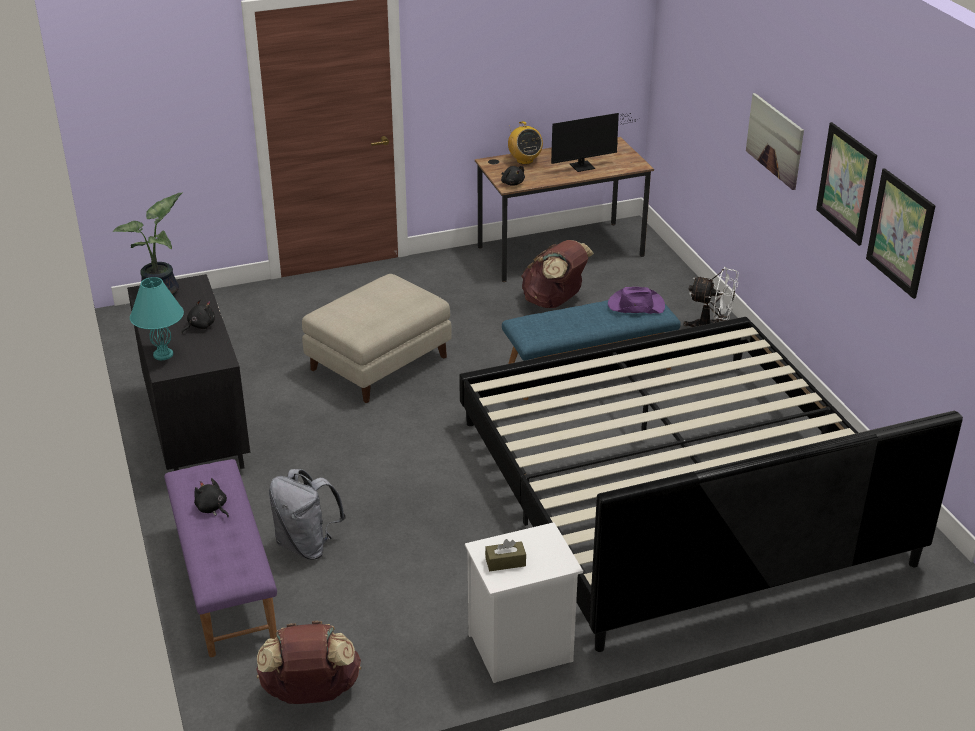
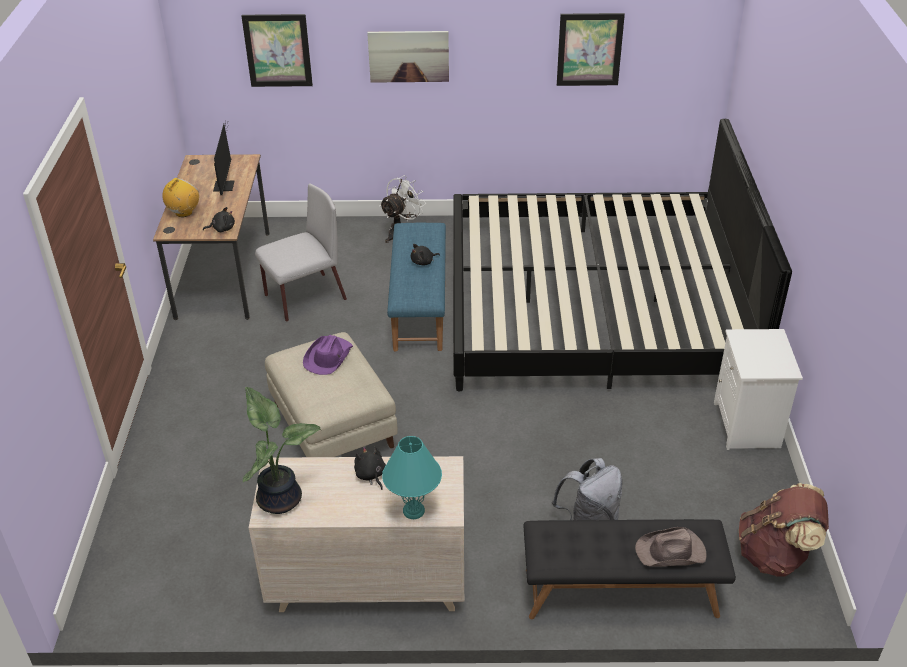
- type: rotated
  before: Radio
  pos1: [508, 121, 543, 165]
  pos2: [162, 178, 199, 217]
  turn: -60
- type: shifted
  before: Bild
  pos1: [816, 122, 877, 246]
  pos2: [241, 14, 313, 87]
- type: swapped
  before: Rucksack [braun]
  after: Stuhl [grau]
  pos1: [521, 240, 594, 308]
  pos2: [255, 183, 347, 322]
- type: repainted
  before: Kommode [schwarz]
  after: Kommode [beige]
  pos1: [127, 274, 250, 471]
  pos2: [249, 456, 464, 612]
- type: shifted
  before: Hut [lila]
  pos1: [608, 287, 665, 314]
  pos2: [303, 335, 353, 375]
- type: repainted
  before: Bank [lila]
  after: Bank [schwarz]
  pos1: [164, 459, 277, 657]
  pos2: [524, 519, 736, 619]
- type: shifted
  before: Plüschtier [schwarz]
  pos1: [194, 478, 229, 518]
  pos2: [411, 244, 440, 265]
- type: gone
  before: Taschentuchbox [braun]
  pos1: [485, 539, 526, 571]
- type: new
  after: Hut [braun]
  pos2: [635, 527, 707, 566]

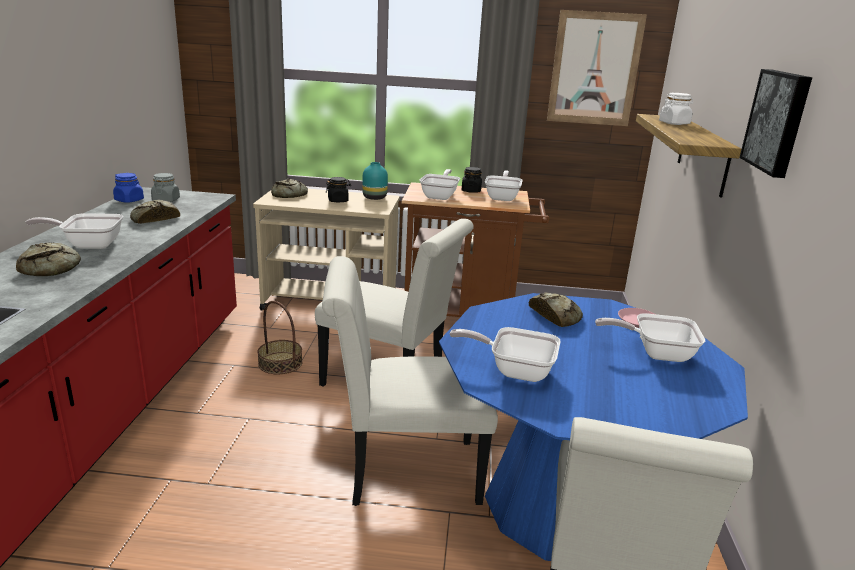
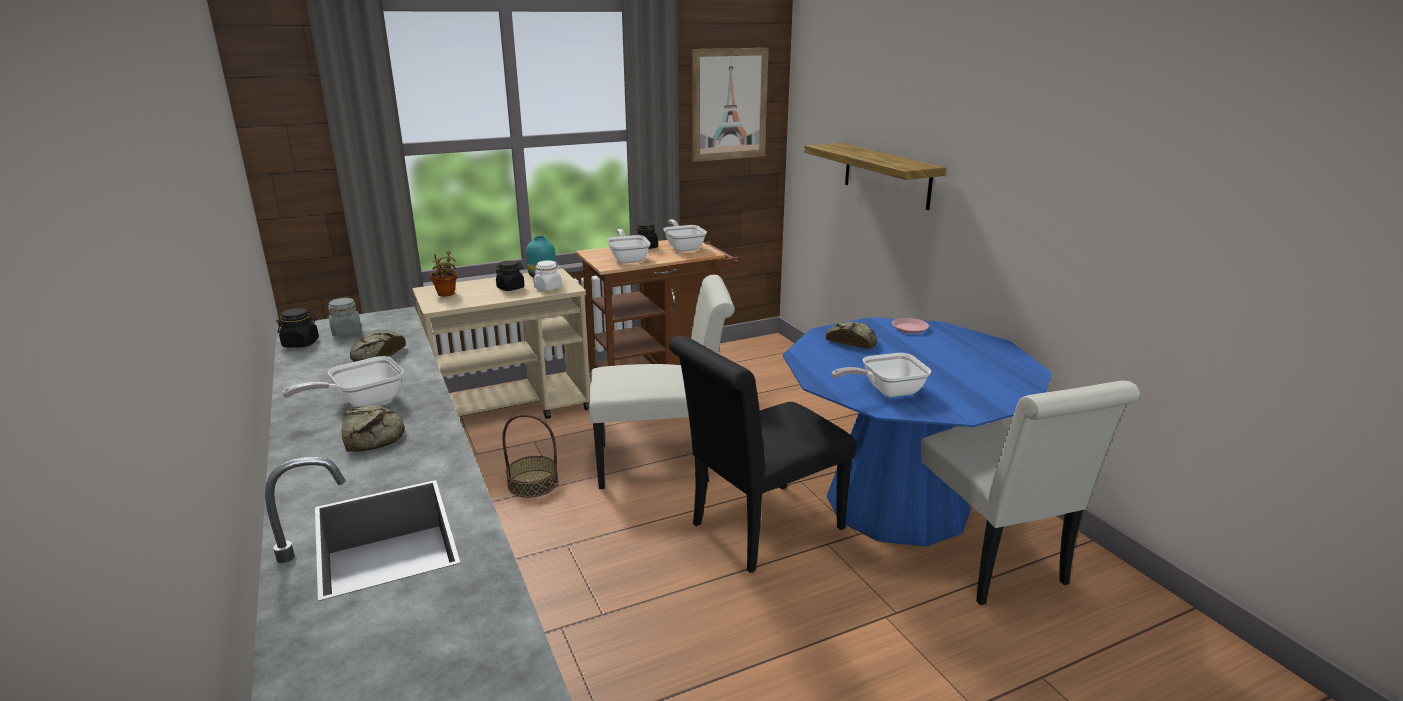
- type: gone
  before: Bild
  pos1: [740, 69, 812, 178]
- type: shifted
  before: Vorratsglas [weiß]
  pos1: [659, 93, 693, 125]
  pos2: [534, 260, 562, 291]
- type: repainted
  before: Vorratsglas [blau]
  after: Vorratsglas [schwarz]
  pos1: [113, 173, 144, 203]
  pos2: [276, 308, 319, 348]
- type: swapped
  before: Brot
  after: Topfpflanze
  pos1: [271, 178, 308, 198]
  pos2: [430, 251, 457, 297]
- type: repainted
  before: Stuhl [weiß]
  after: Stuhl [schwarz]
  pos1: [322, 256, 498, 506]
  pos2: [669, 335, 857, 573]
- type: gone
  before: Pfanne
  pos1: [595, 313, 705, 362]

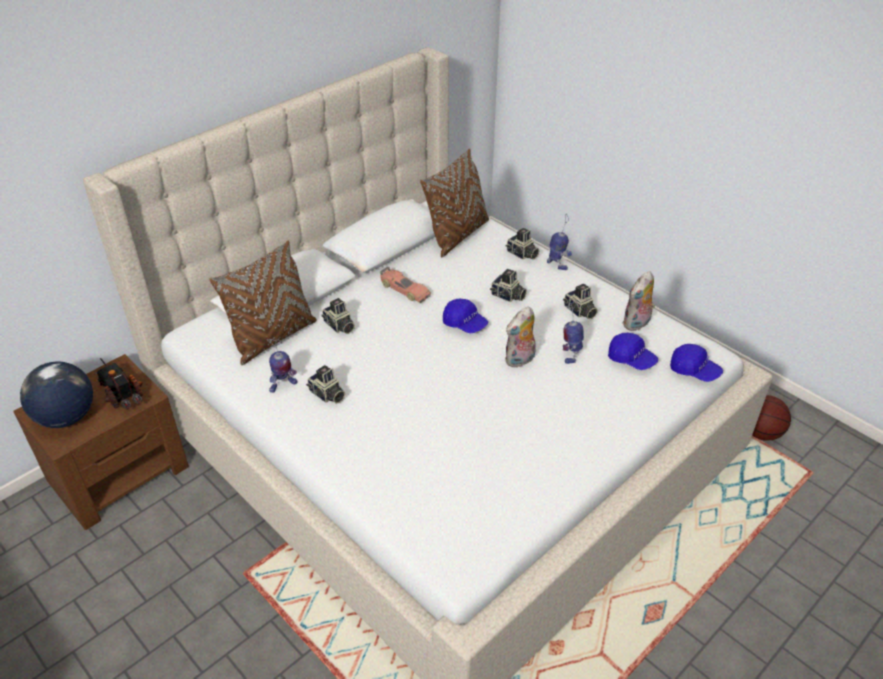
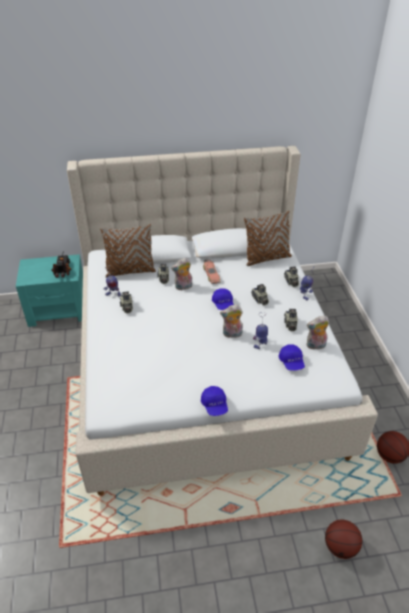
- type: shifted
  before: Kappe [blau]
  pos1: [670, 344, 723, 382]
  pos2: [201, 386, 228, 416]
- type: repainted
  before: Nachttisch [braun]
  after: Nachttisch [türkis]
  pos1: [13, 354, 189, 530]
  pos2: [16, 254, 83, 327]
- type: gone
  before: Globus
  pos1: [20, 362, 93, 428]
- type: new
  after: Plüschtier
  pos2: [171, 258, 192, 290]
- type: new
  after: Basketball
  pos2: [325, 520, 362, 559]

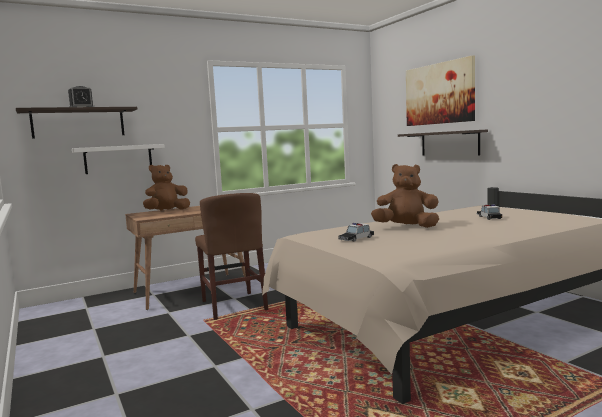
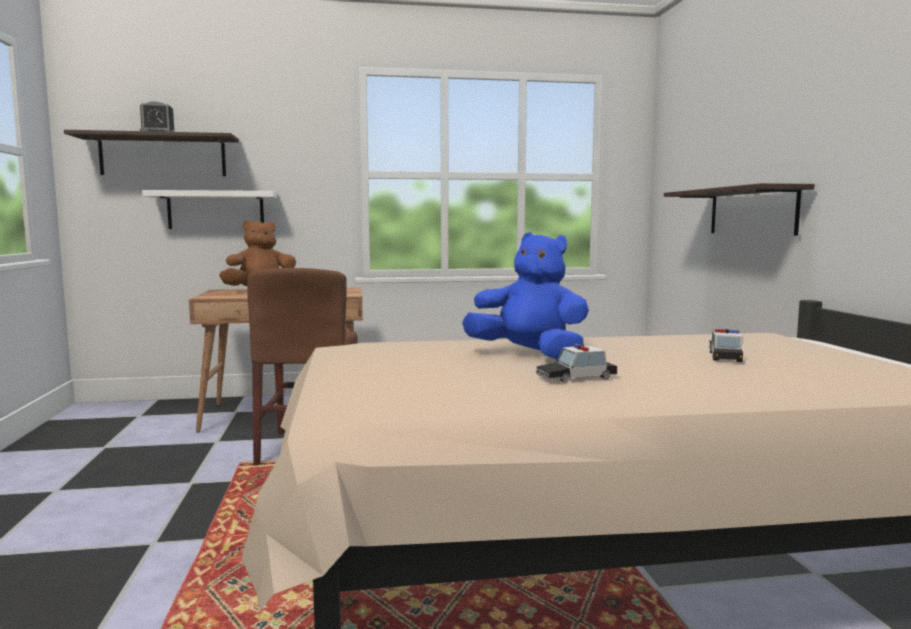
- type: gone
  before: Bild
  pos1: [406, 55, 475, 126]
- type: repainted
  before: Plüschtier [braun]
  after: Plüschtier [blau]
  pos1: [371, 164, 439, 228]
  pos2: [462, 232, 589, 359]
- type: shifted
  before: Spielzeugauto
  pos1: [338, 223, 374, 242]
  pos2: [536, 344, 617, 383]

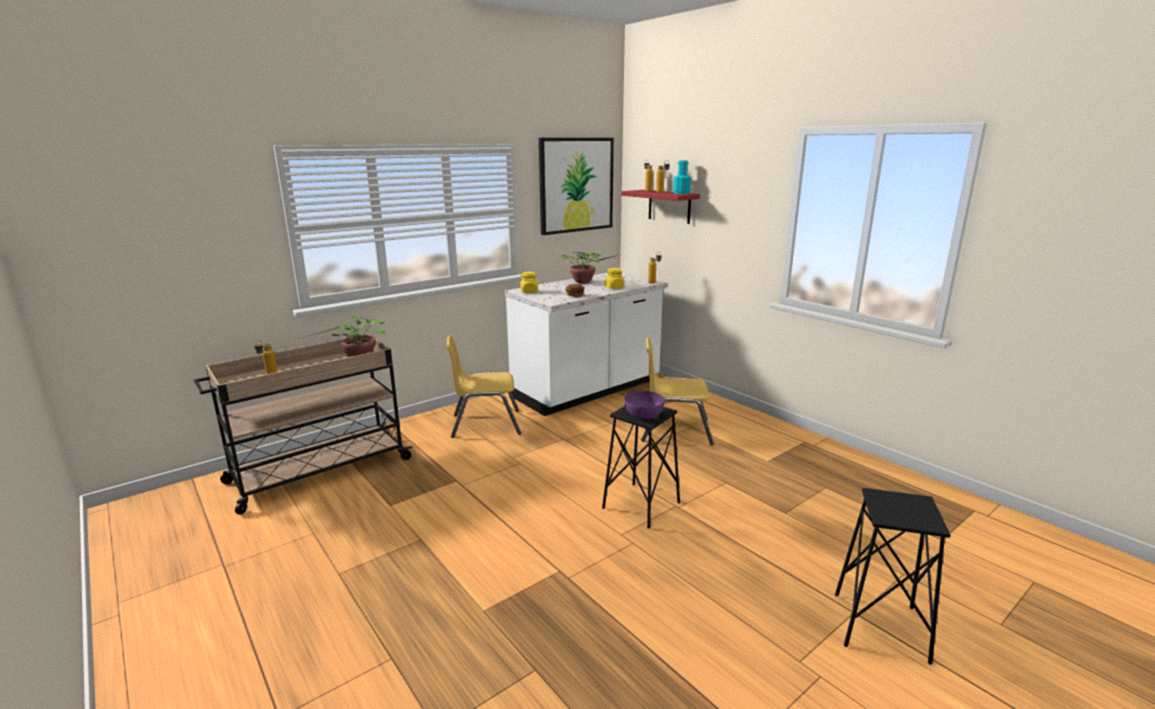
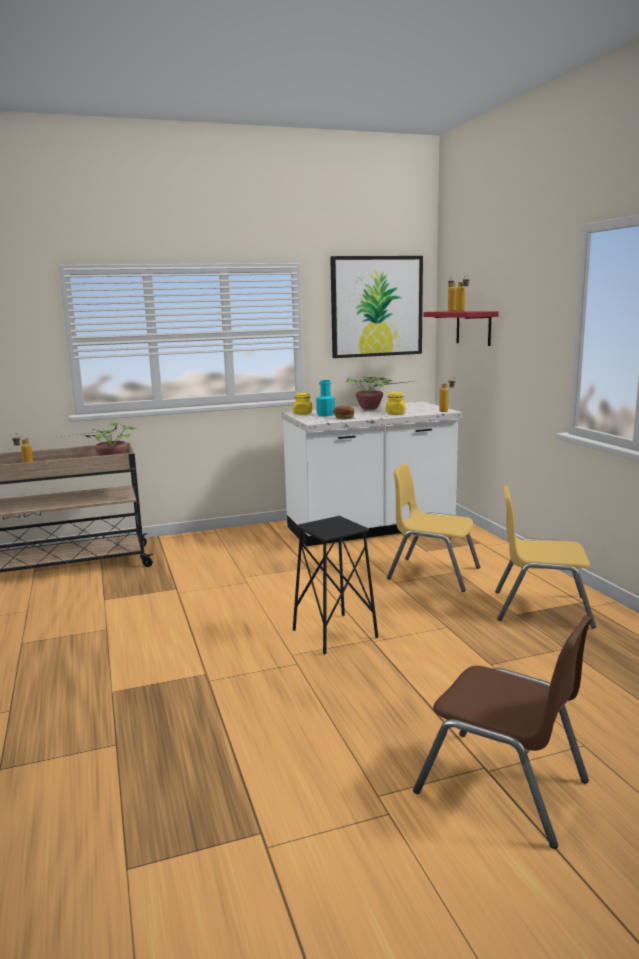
- type: shifted
  before: Flasche [türkis]
  pos1: [673, 160, 691, 194]
  pos2: [316, 380, 335, 416]
- type: shifted
  before: Stuhl [gelb]
  pos1: [447, 335, 521, 438]
  pos2: [495, 485, 596, 628]
- type: gone
  before: Schüssel [lila]
  pos1: [624, 391, 664, 419]
- type: swapped
  before: Hocker [schwarz]
  after: Stuhl [braun]
  pos1: [835, 488, 951, 665]
  pos2: [413, 615, 592, 849]

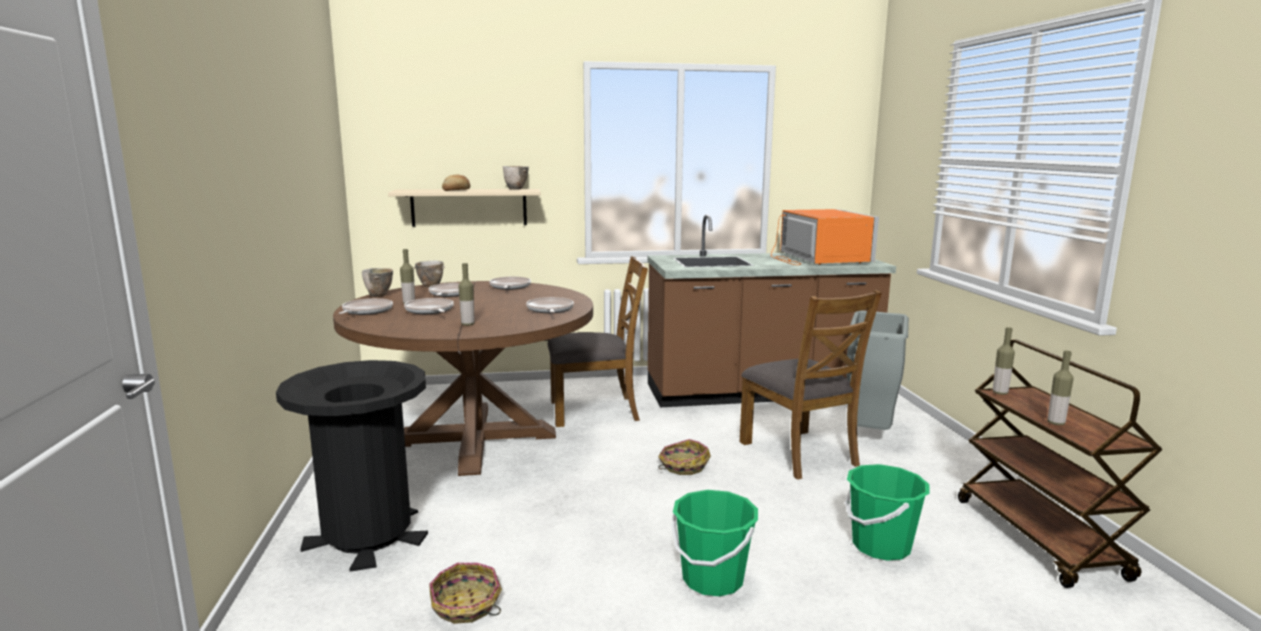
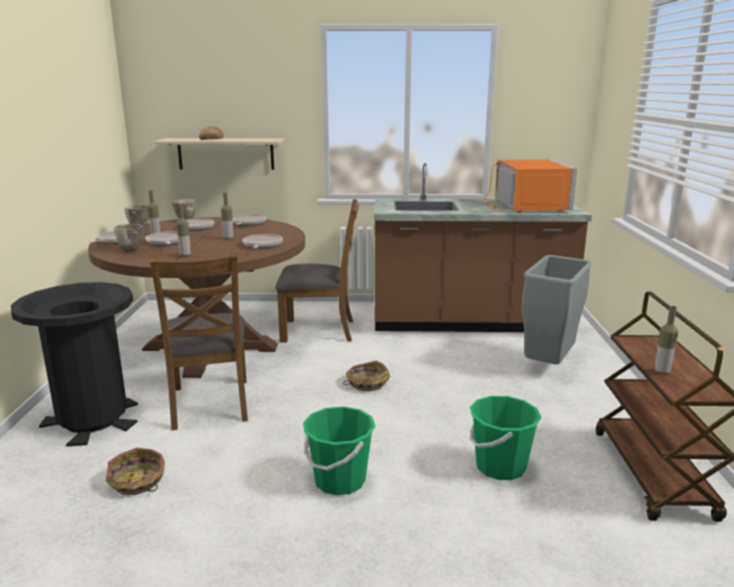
- type: shifted
  before: Schüssel
  pos1: [503, 166, 529, 190]
  pos2: [113, 224, 144, 252]
- type: shifted
  before: Stuhl [braun]
  pos1: [740, 290, 882, 480]
  pos2: [150, 253, 248, 430]
- type: shifted
  before: Flasche
  pos1: [993, 327, 1015, 395]
  pos2: [221, 192, 234, 239]

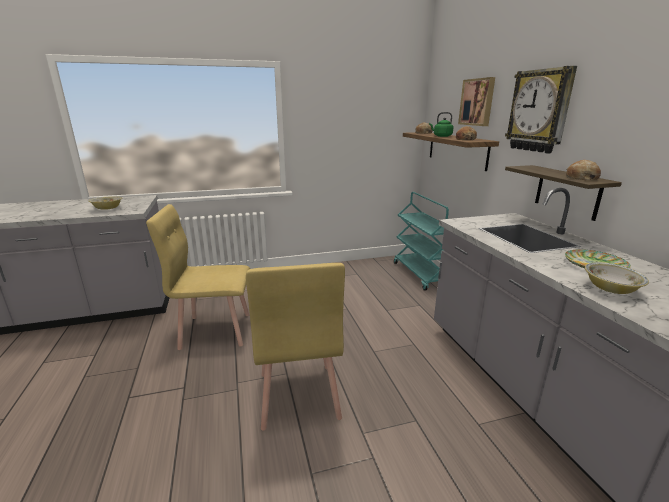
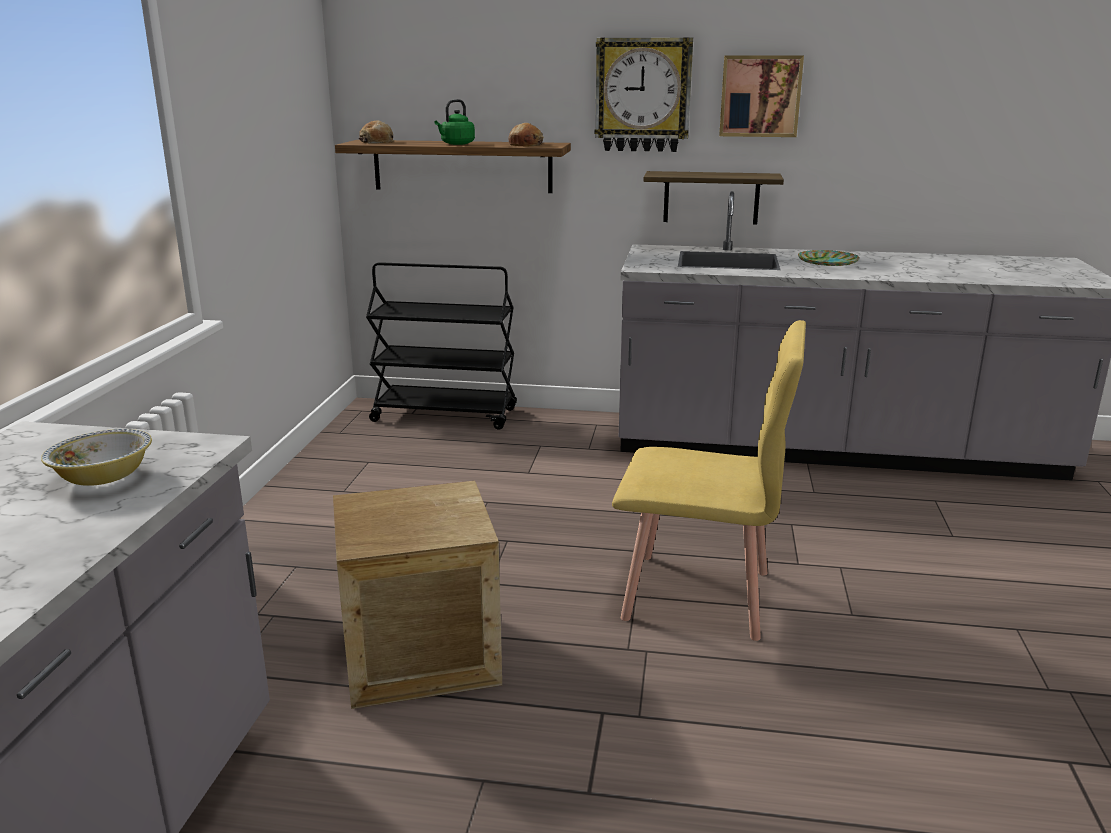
- type: shifted
  before: Bild
  pos1: [458, 77, 495, 126]
  pos2: [719, 55, 804, 137]
- type: gone
  before: Brot
  pos1: [566, 160, 601, 180]
- type: repainted
  before: Rollwagen [türkis]
  after: Rollwagen [schwarz]
  pos1: [394, 192, 449, 291]
  pos2: [366, 262, 517, 430]
- type: swapped
  before: Stuhl [gelb]
  after: Kiste
  pos1: [146, 204, 250, 350]
  pos2: [333, 481, 502, 709]
- type: gone
  before: Schüssel
  pos1: [585, 262, 649, 294]

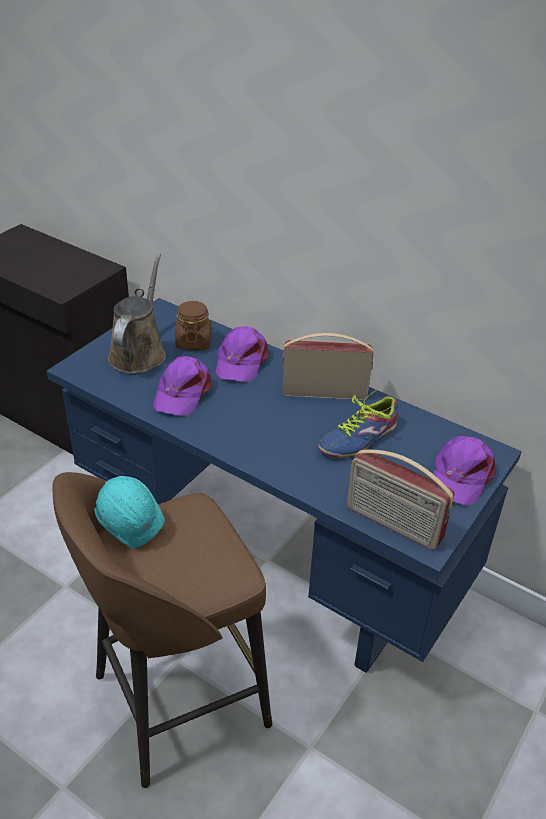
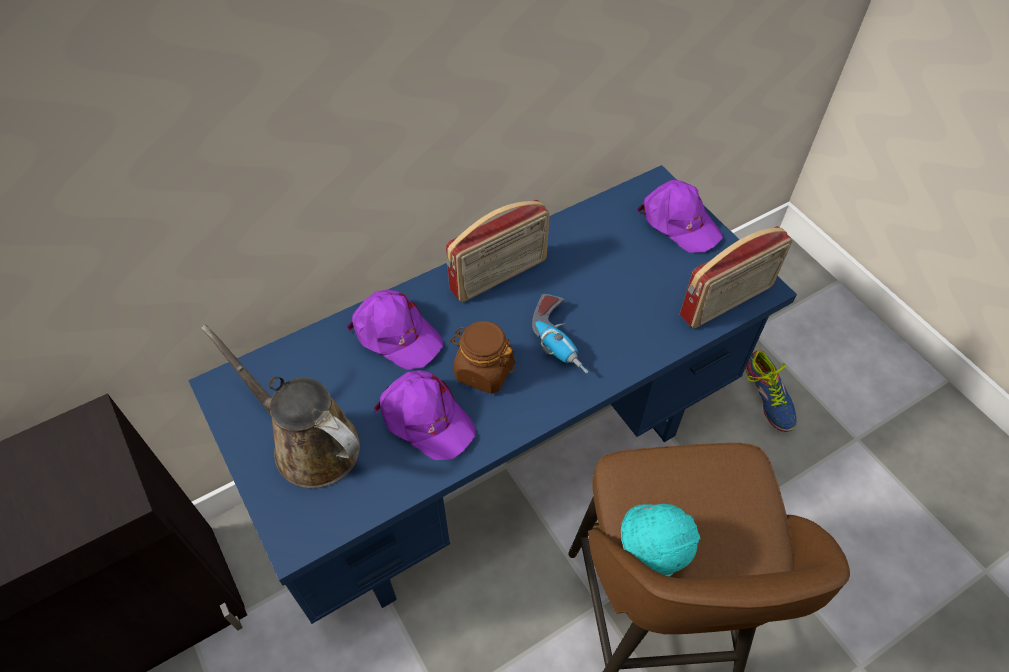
- type: shifted
  before: Vorratsglas [braun]
  pos1: [175, 301, 211, 350]
  pos2: [450, 321, 516, 394]
- type: rotated
  before: Radio
  pos1: [282, 333, 374, 400]
  pos2: [446, 200, 550, 302]
  turn: -150
- type: shifted
  before: Schuh
  pos1: [318, 388, 398, 458]
  pos2: [745, 350, 797, 432]
- type: new
  after: Bohrmaschine
  pos2: [532, 294, 589, 374]

